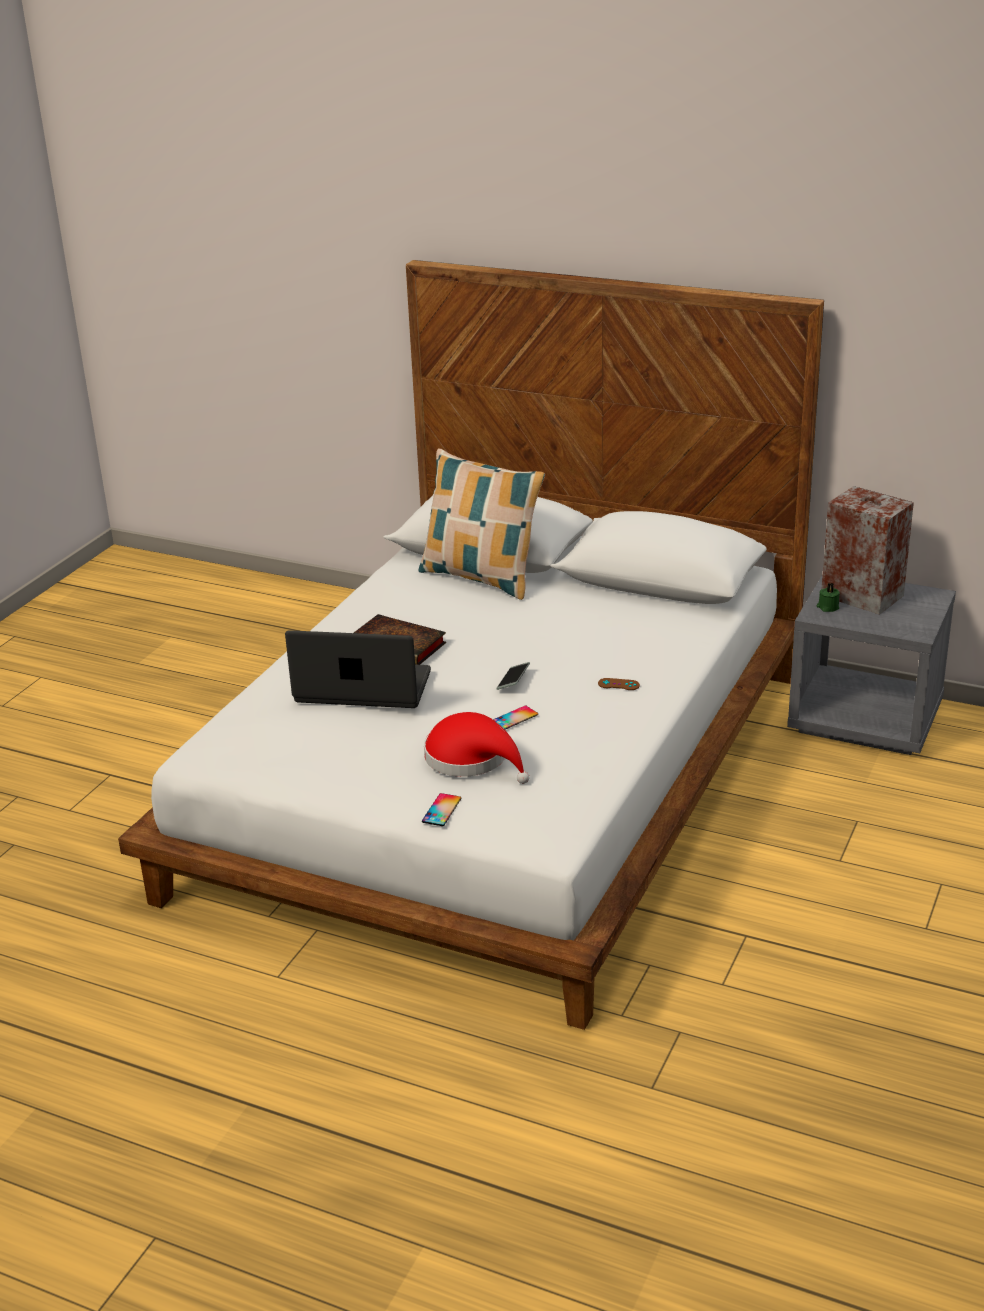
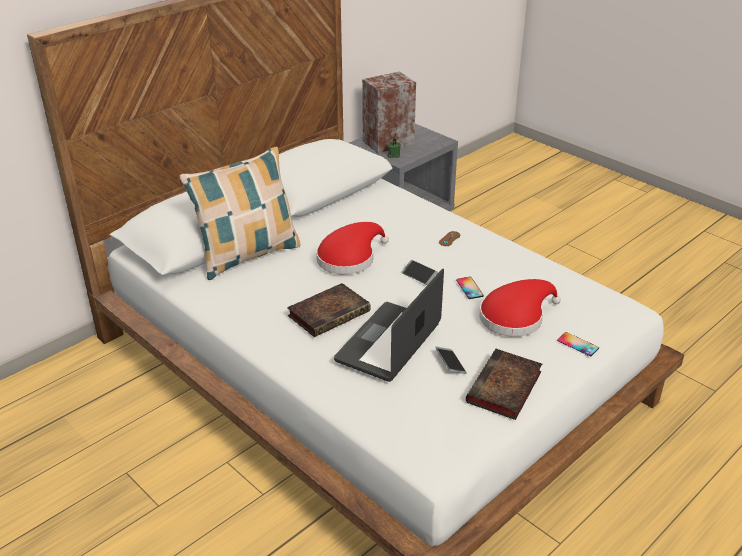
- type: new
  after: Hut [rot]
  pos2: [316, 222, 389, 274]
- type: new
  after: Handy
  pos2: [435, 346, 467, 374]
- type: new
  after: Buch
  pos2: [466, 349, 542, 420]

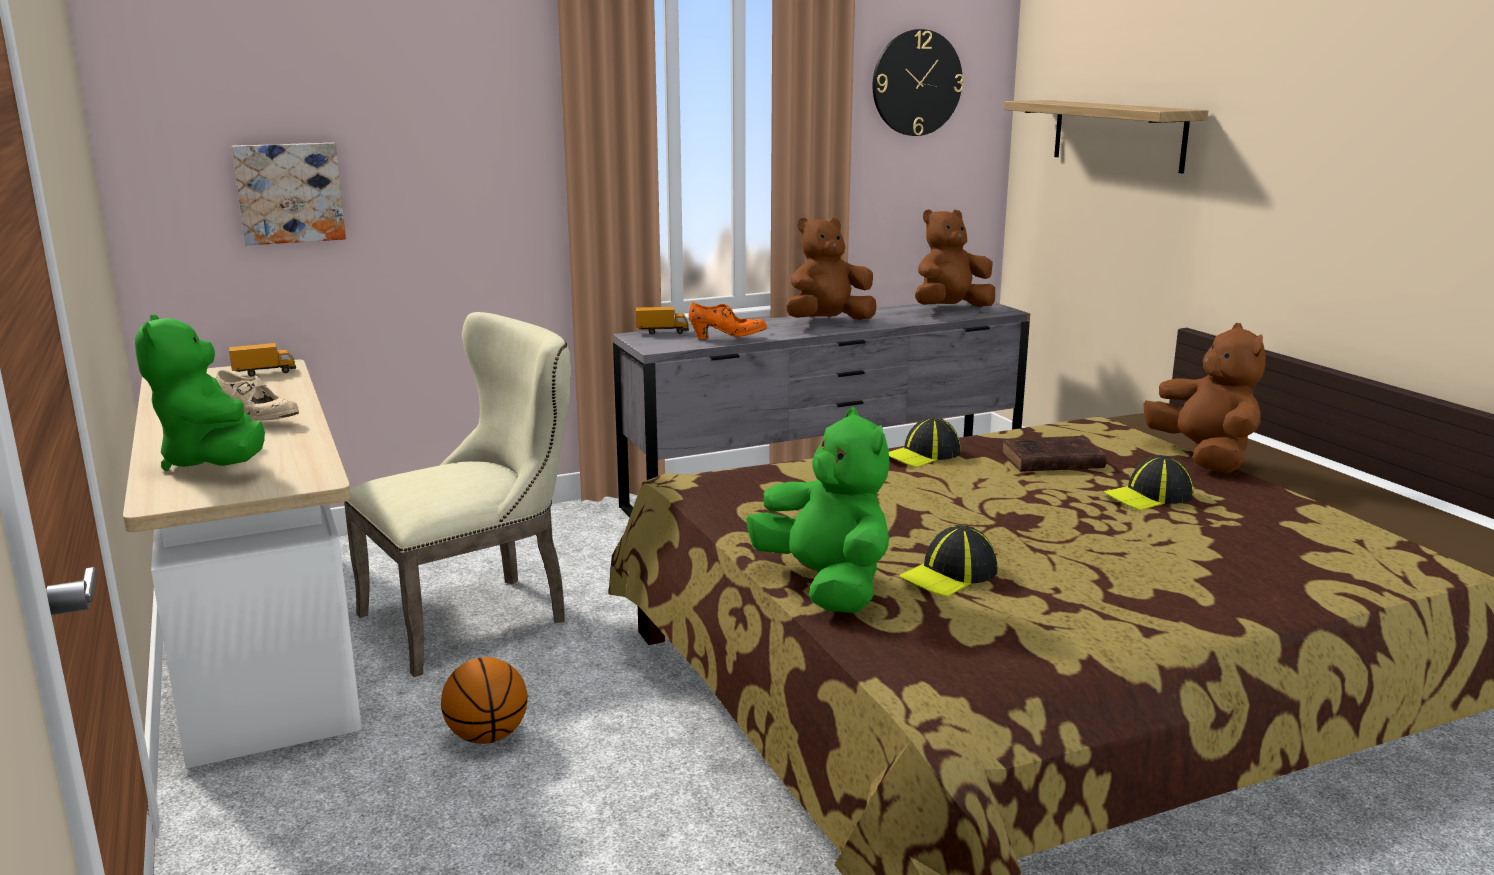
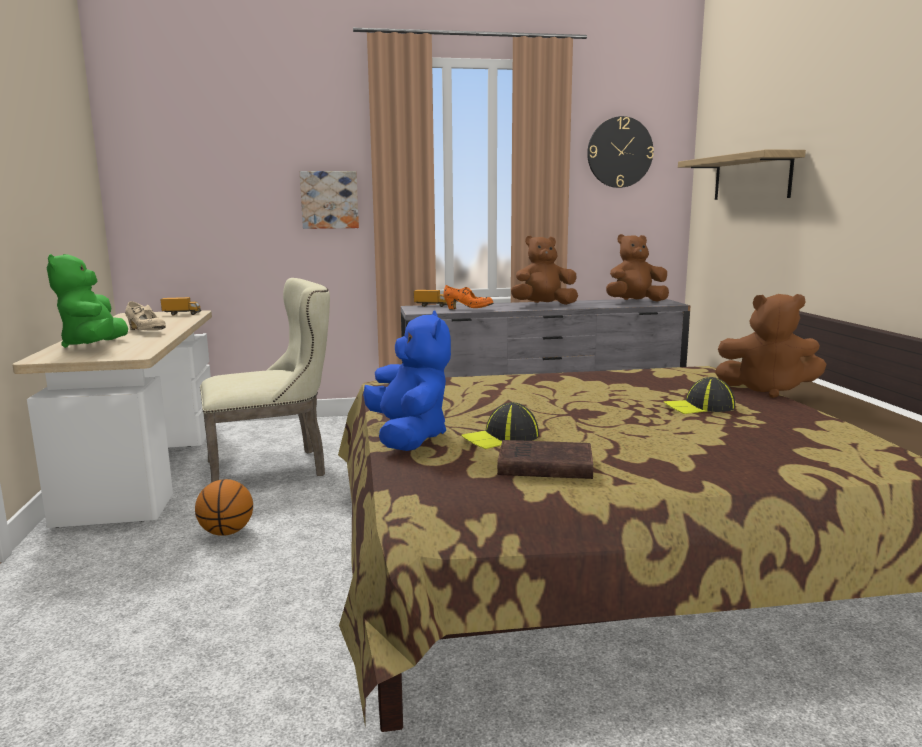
- type: shifted
  before: Bild
  pos1: [232, 143, 346, 245]
  pos2: [300, 171, 359, 229]
- type: rotated
  before: Plüschtier [braun]
  pos1: [1144, 323, 1266, 473]
  pos2: [715, 294, 827, 398]
  turn: 105
- type: repainted
  before: Plüschtier [grün]
  after: Plüschtier [blau]
  pos1: [746, 407, 890, 613]
  pos2: [363, 310, 451, 451]
- type: gone
  before: Kappe
  pos1: [889, 417, 961, 468]
- type: shifted
  before: Buch [braun]
  pos1: [1001, 436, 1106, 472]
  pos2: [497, 440, 593, 479]

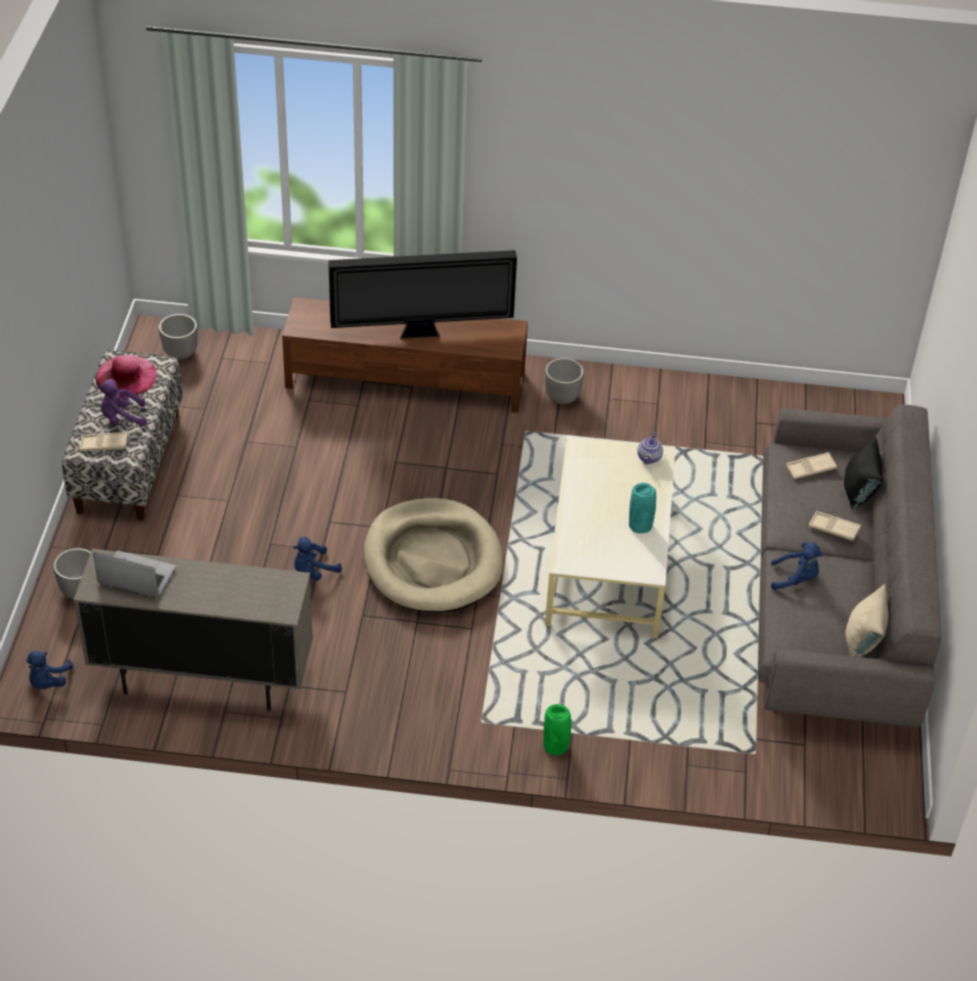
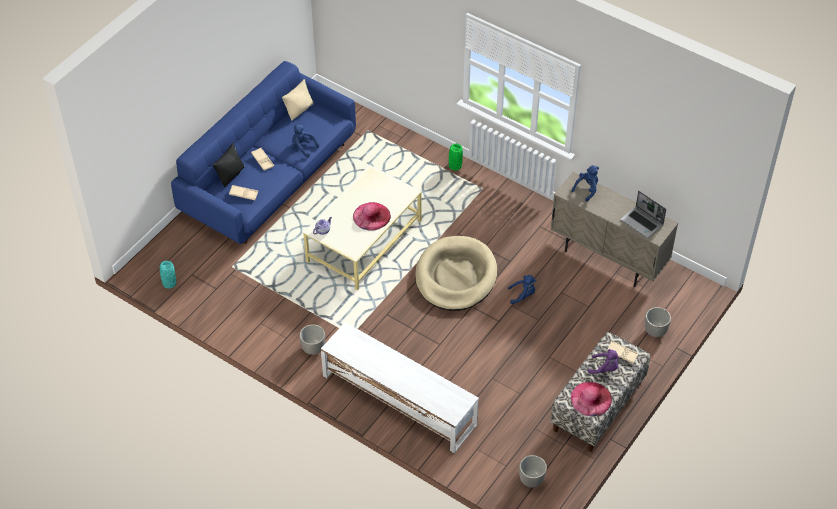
- type: gone
  before: Fernseher
  pos1: [328, 250, 517, 339]
- type: repainted
  before: Fernsehschrank [braun]
  after: Fernsehschrank [weiß]
  pos1: [282, 297, 528, 413]
  pos2: [321, 322, 479, 453]
- type: repainted
  before: Sofa [grau]
  after: Sofa [blau]
  pos1: [758, 404, 941, 727]
  pos2: [171, 61, 356, 244]
- type: shifted
  before: Vase [türkis]
  pos1: [629, 483, 656, 533]
  pos2: [160, 261, 176, 289]
- type: shifted
  before: Plüschtier [blau]
  pos1: [27, 651, 74, 689]
  pos2: [572, 165, 599, 202]
- type: new
  after: Hut [rosa]
  pos2: [353, 202, 391, 230]

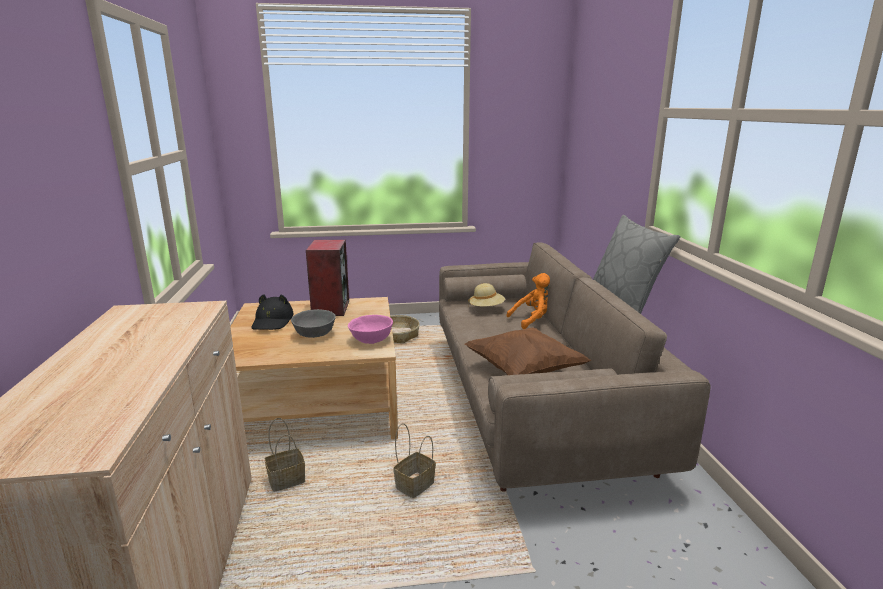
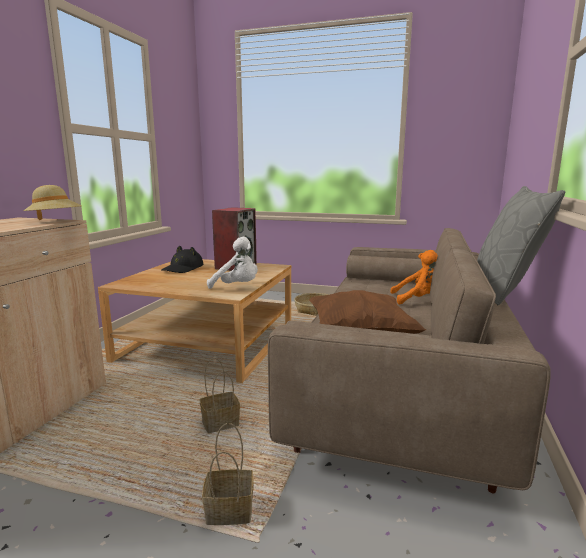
- type: shifted
  before: Hut [beige]
  pos1: [468, 283, 505, 306]
  pos2: [23, 185, 81, 220]
- type: gone
  before: Schüssel [grau]
  pos1: [291, 309, 336, 338]
- type: swapped
  before: Schüssel [rosa]
  after: Plüschtier [weiß]
  pos1: [348, 315, 393, 344]
  pos2: [207, 237, 258, 289]
- type: shifted
  before: Korb
  pos1: [265, 418, 305, 492]
  pos2: [202, 423, 254, 525]

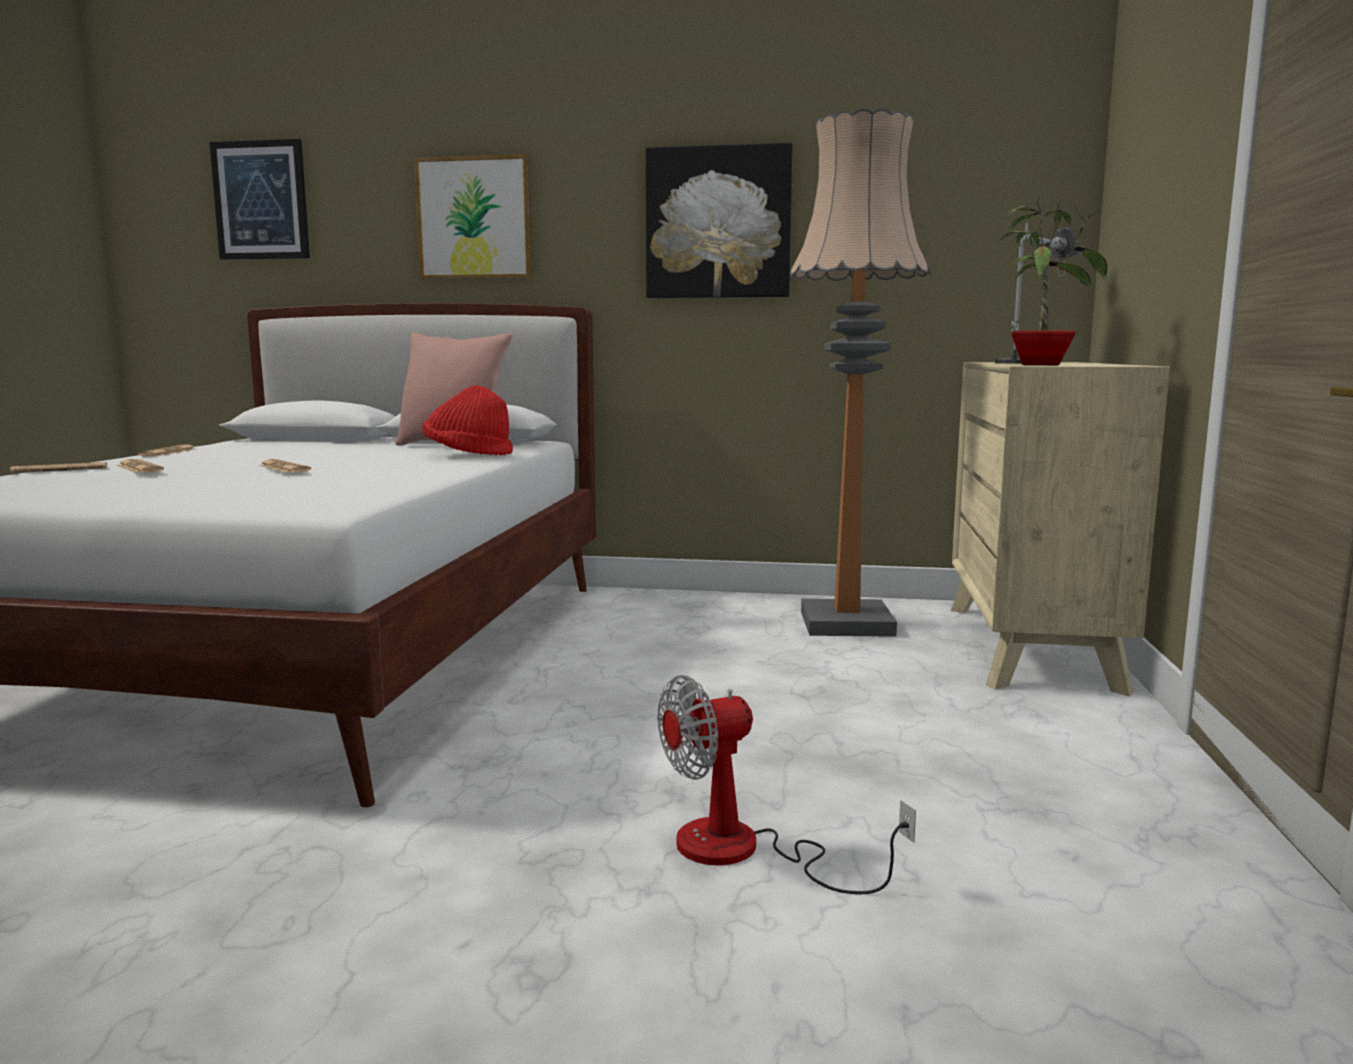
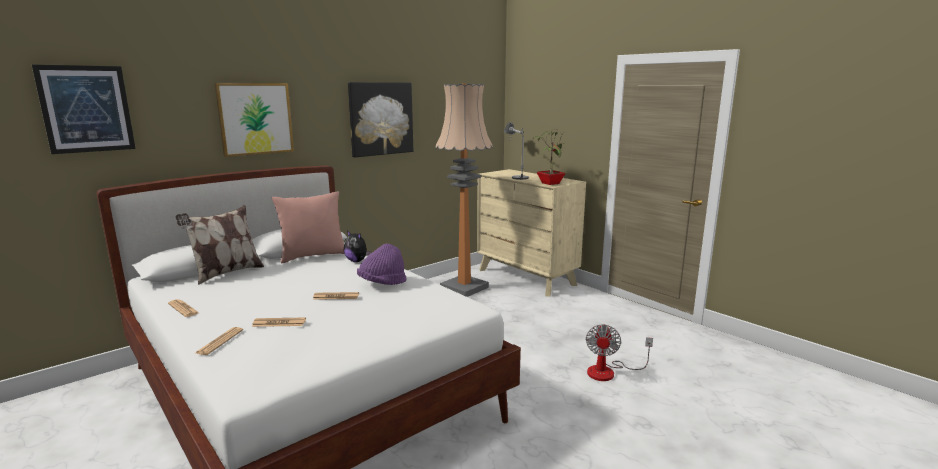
- type: swapped
  before: Hut [rot]
  after: Plüschtier
  pos1: [423, 385, 513, 456]
  pos2: [344, 230, 371, 262]
- type: new
  after: Kissen
  pos2: [176, 205, 264, 285]
- type: new
  after: Hut [lila]
  pos2: [357, 244, 407, 285]

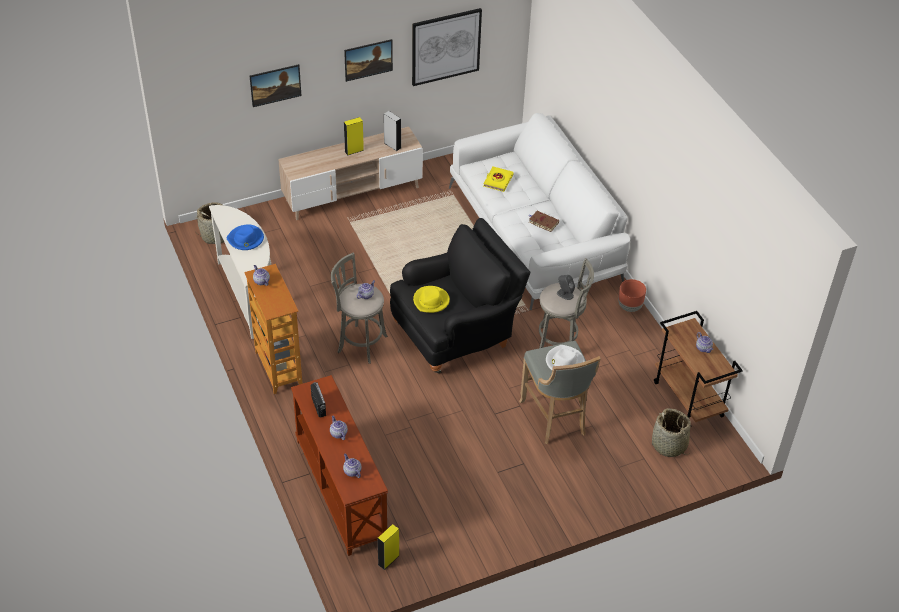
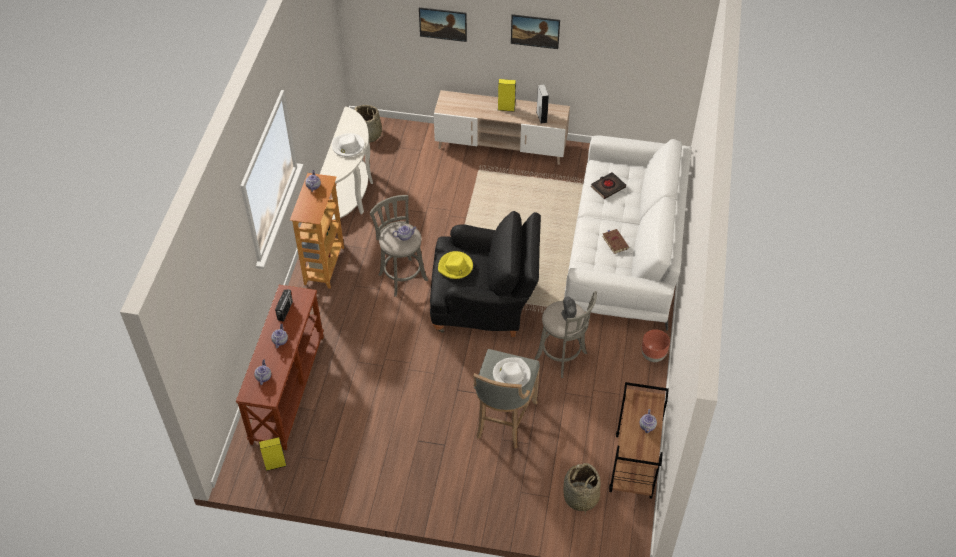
- type: gone
  before: Bild
  pos1: [412, 8, 482, 86]
- type: repainted
  before: Buch [gelb]
  after: Buch [schwarz]
  pos1: [484, 167, 514, 192]
  pos2: [591, 172, 626, 199]
- type: repainted
  before: Hut [blau]
  after: Hut [weiß]
  pos1: [227, 225, 264, 250]
  pos2: [332, 133, 364, 157]

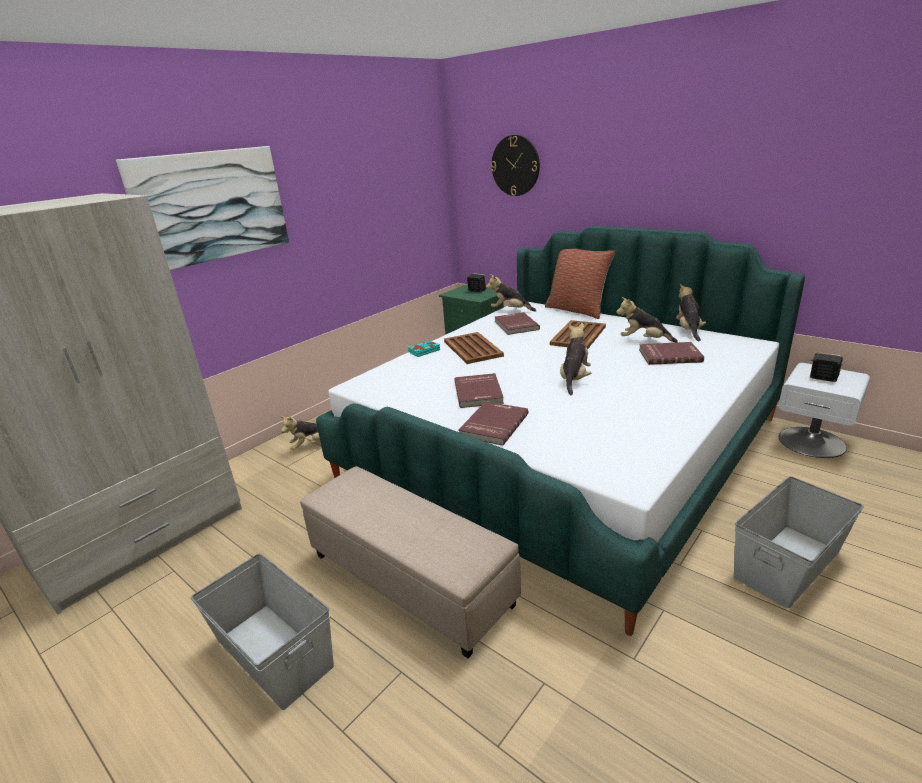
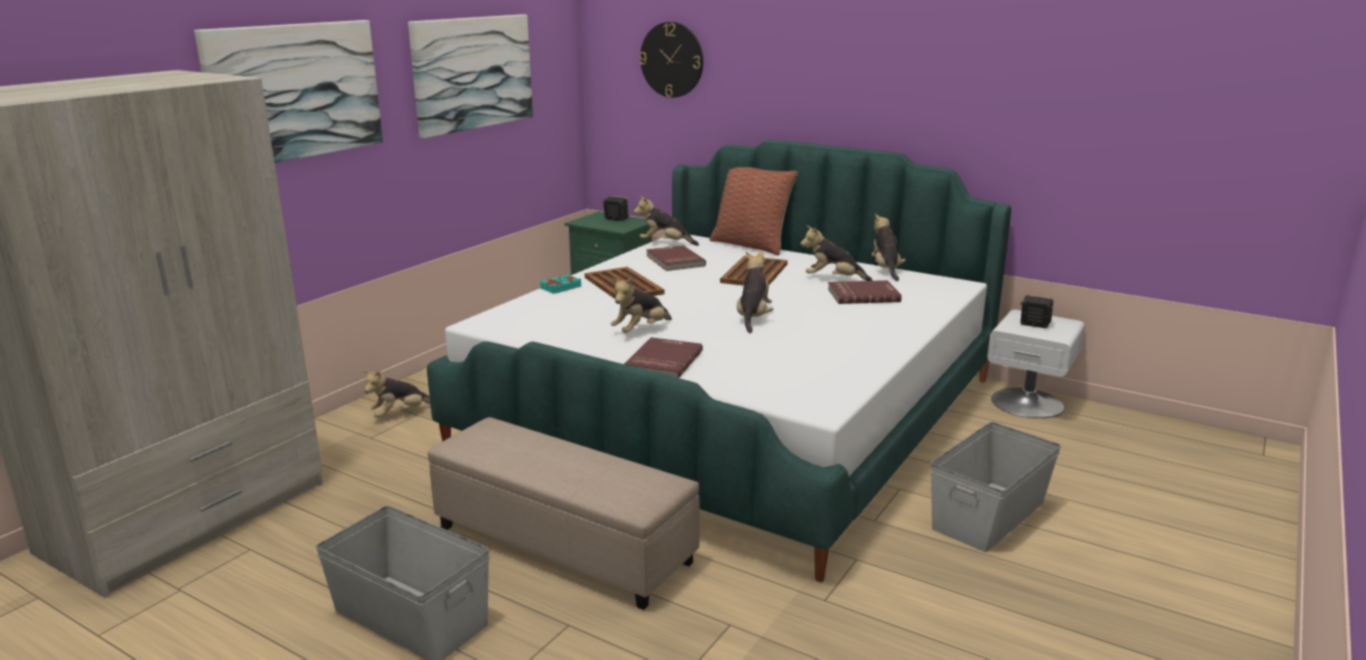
- type: swapped
  before: Buch [rot]
  after: Plüschtier
  pos1: [454, 373, 504, 408]
  pos2: [611, 277, 672, 333]
- type: new
  after: Bild
  pos2: [408, 14, 533, 138]

